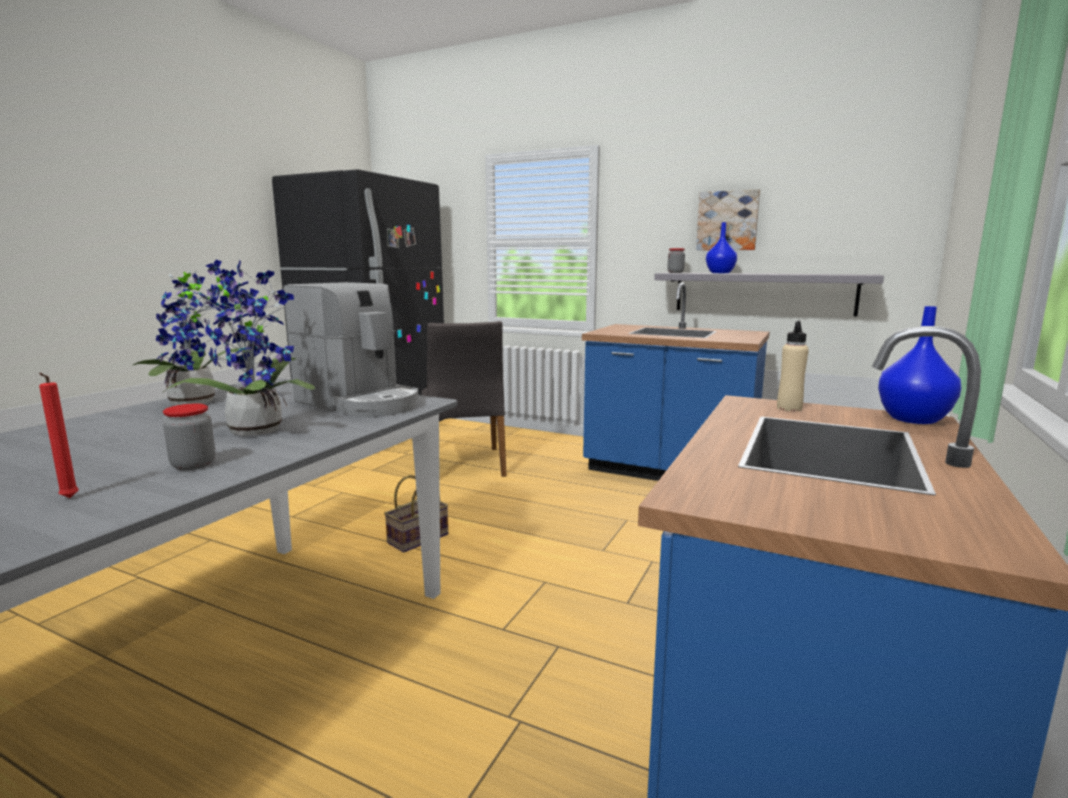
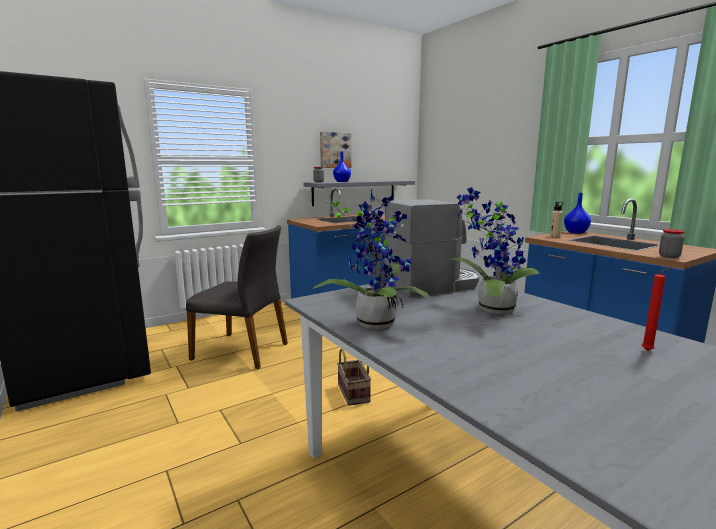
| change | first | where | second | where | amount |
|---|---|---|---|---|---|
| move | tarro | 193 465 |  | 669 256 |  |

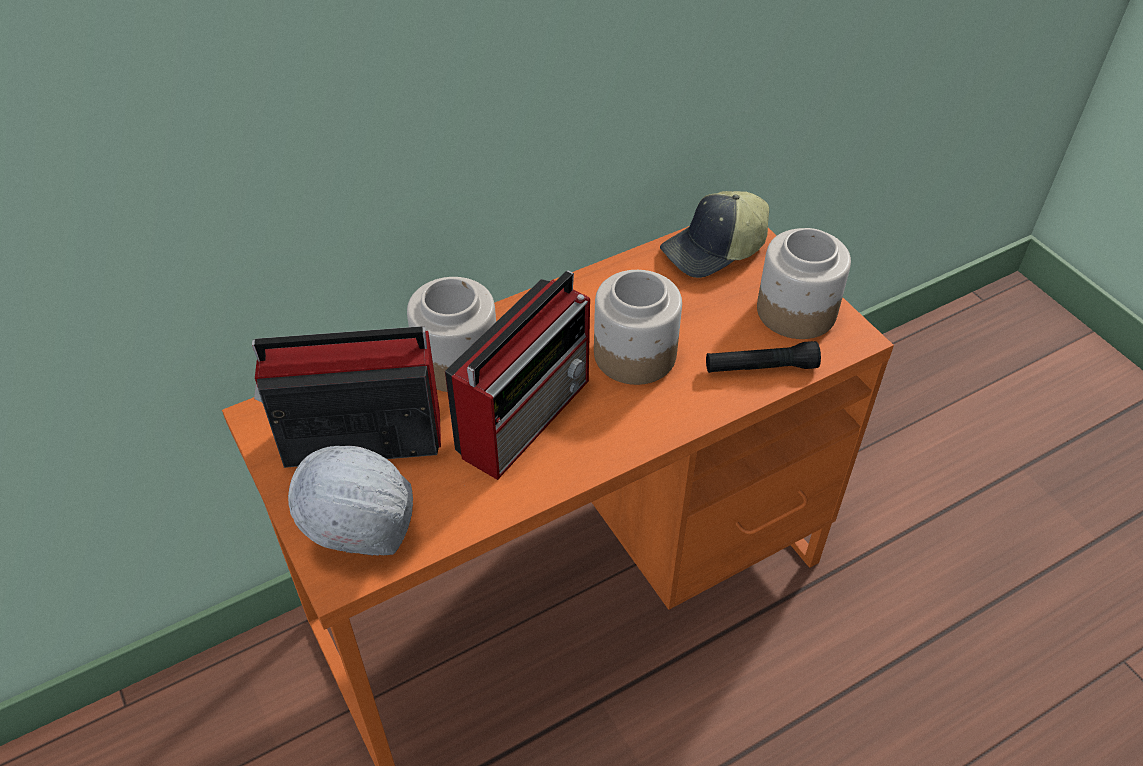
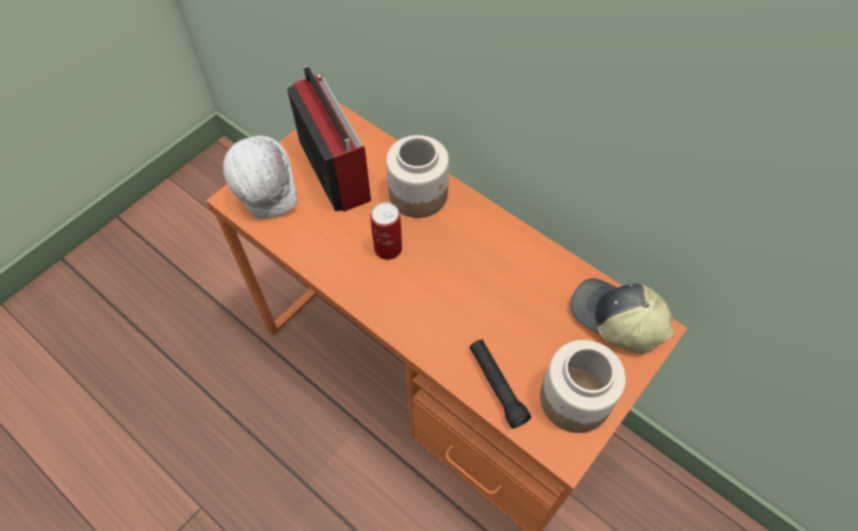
| change | first | where | second | where | amount |
|---|---|---|---|---|---|
| replace | radio | 527 415 | lata | 388 248 |  |
| delete | tarro | 633 354 |  |  |  |

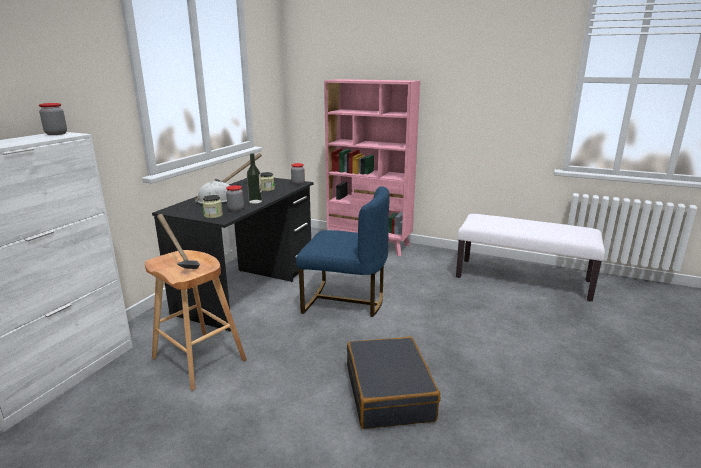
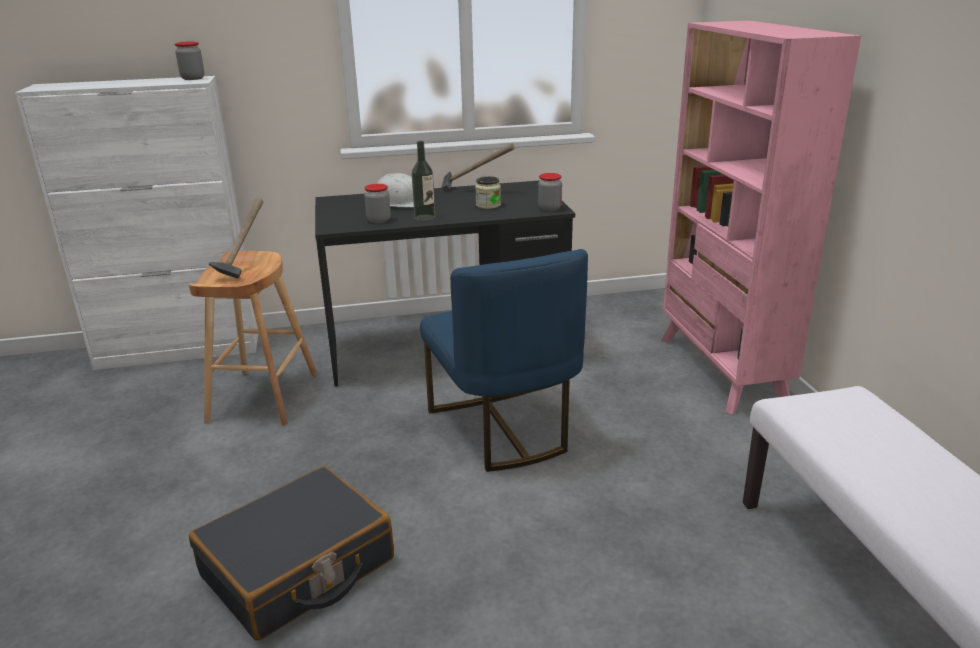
| change | first | where | second | where | amount |
|---|---|---|---|---|---|
| delete | tarro | 213 215 |  |  |  |

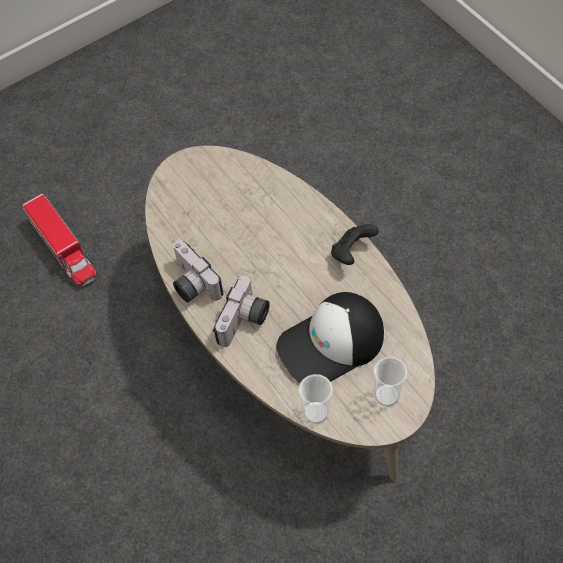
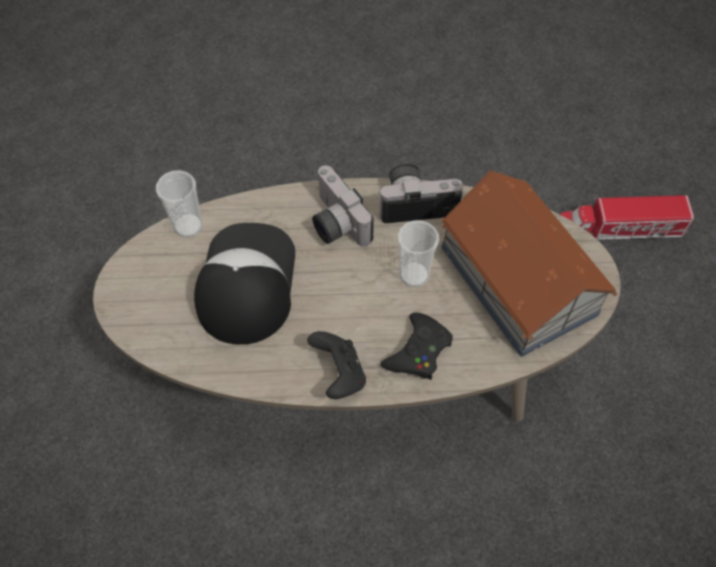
| change | first | where | second | where | amount |
|---|---|---|---|---|---|
| insert |  |  | mando de consola/negro | 418 351 |  |
| move | taza | 386 395 |  | 414 275 |  |
| insert |  |  | casita | 518 278 |  |

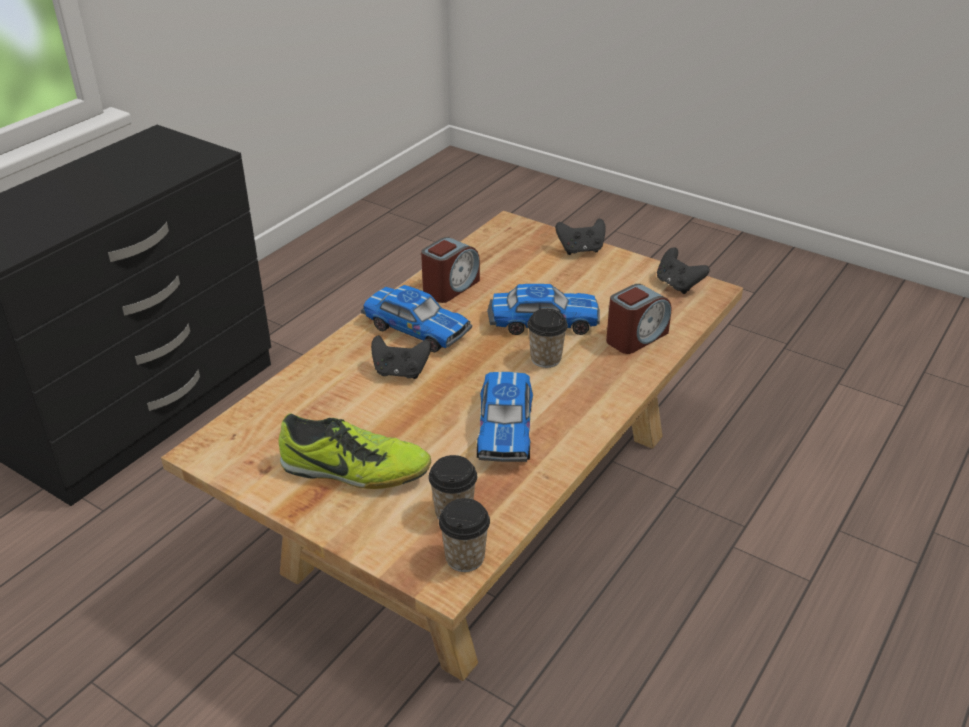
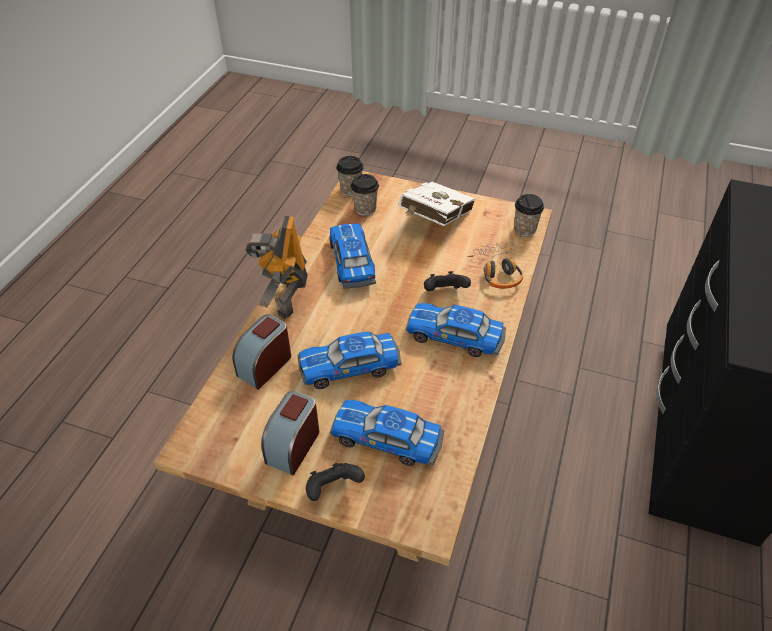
| change | first | where | second | where | amount |
|---|---|---|---|---|---|
| insert |  |  | robot de juguete | 285 299 |  |
| move | despertador | 450 287 |  | 293 445 |  |
| insert |  |  | coche de juguete | 387 439 |  |
| replace | zapato | 355 471 | libro/blanco | 433 221 |  |
| insert |  |  | auriculares | 497 271 |  |
| move | taza | 545 359 |  | 524 229 |  |
| delete | mando de consola/negro | 678 285 |  |  |  |

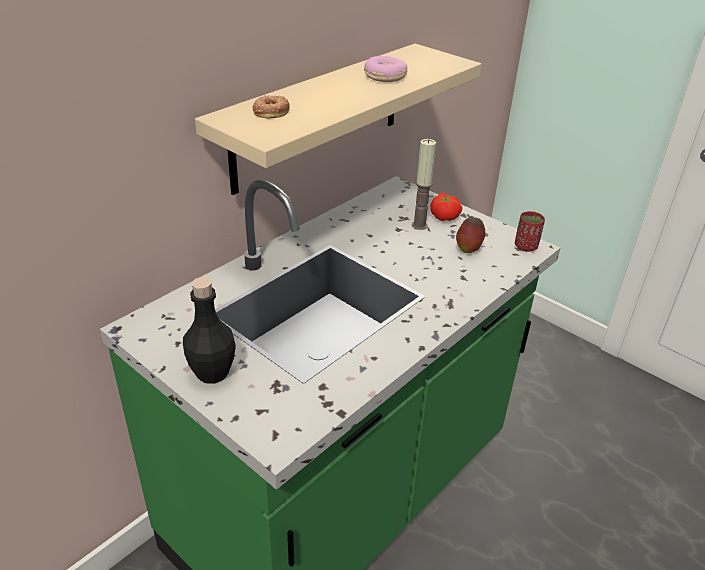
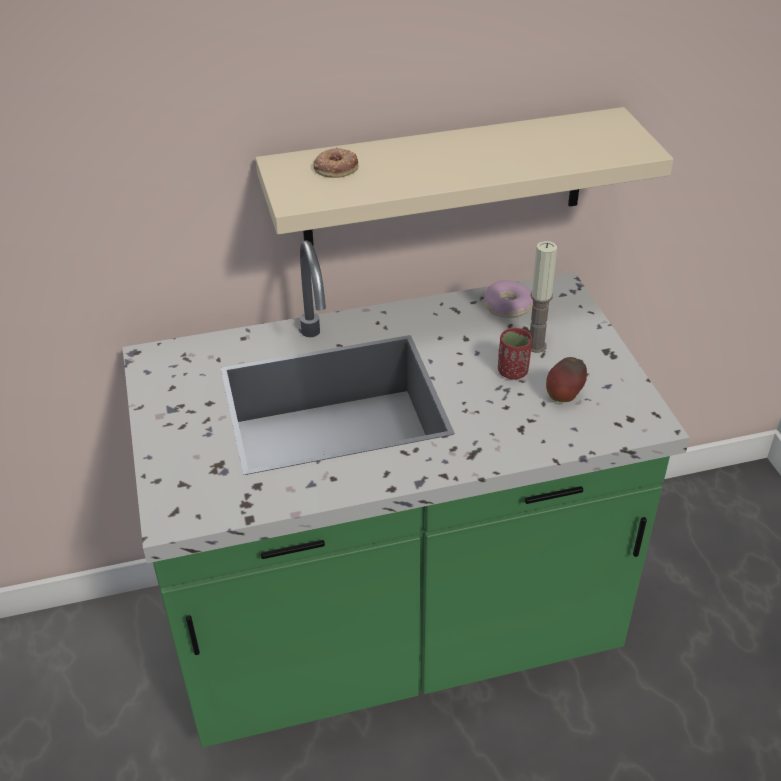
| change | first | where | second | where | amount |
|---|---|---|---|---|---|
| move | rosquilla | 385 77 |  | 507 307 |  |
| move | taza/rojo | 526 246 |  | 512 372 |  |
| delete | botella/negro | 212 372 |  |  |  |
| delete | tomate | 444 216 |  |  |  |

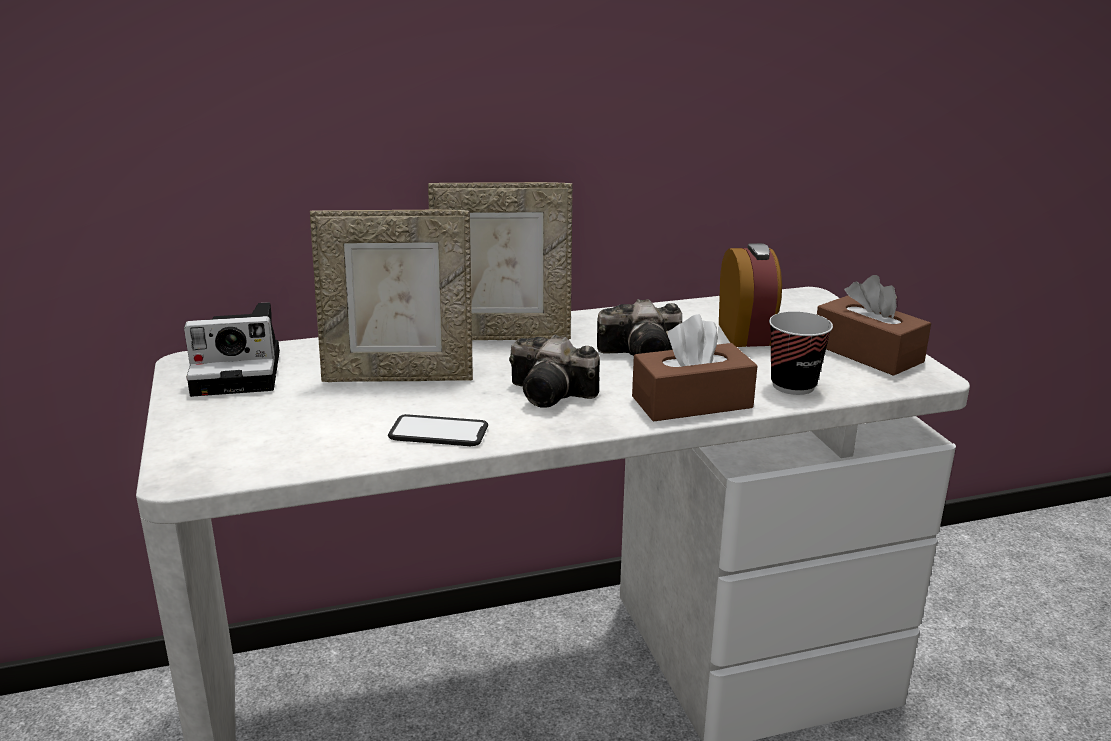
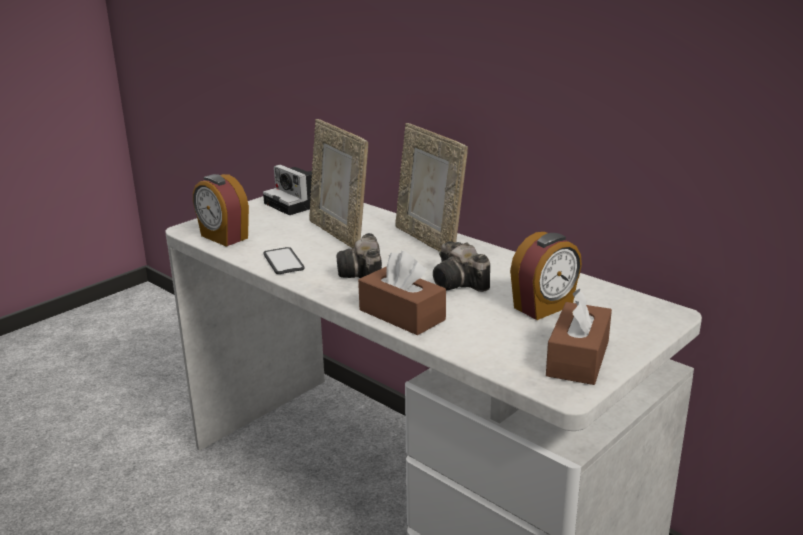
| change | first | where | second | where | amount |
|---|---|---|---|---|---|
| insert |  |  | despertador | 223 237 |  |
| delete | taza | 793 385 |  |  |  |

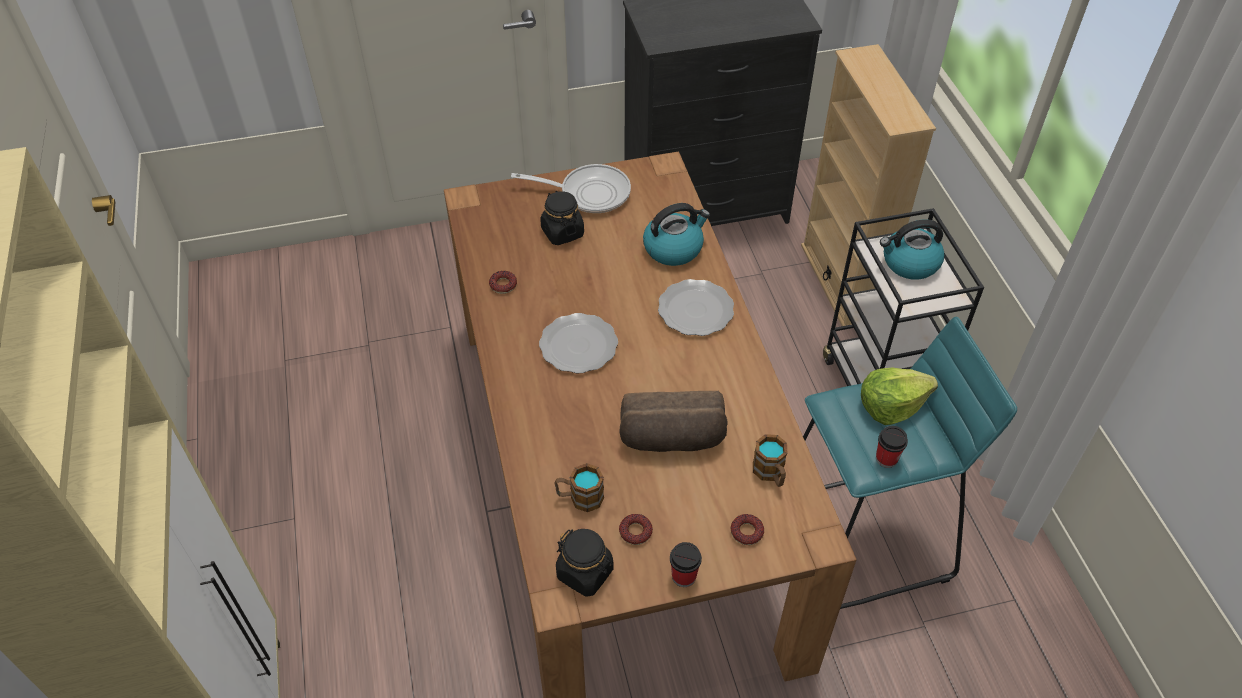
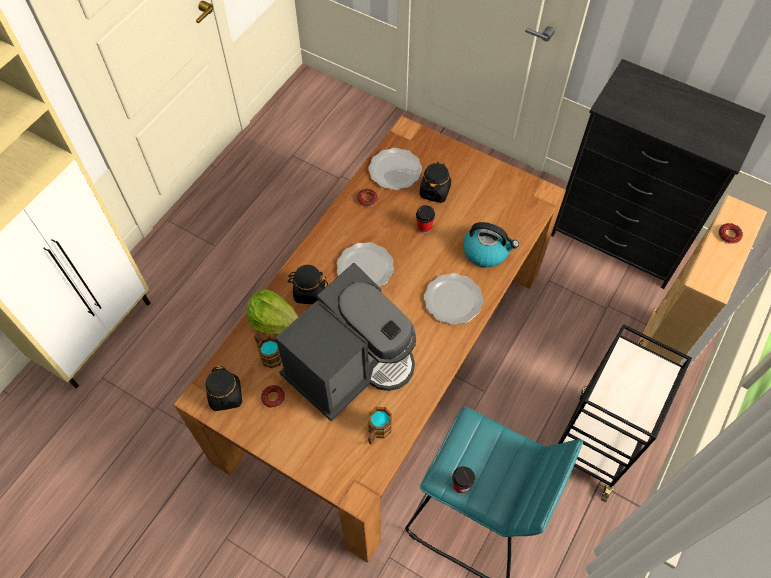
| change | first | where | second | where | amount |
|---|---|---|---|---|---|
| move | lechuga | 891 405 |  | 274 320 |  |
| replace | pan | 672 439 | cafetera | 350 364 |  |
| insert |  |  | tarro/negro | 309 292 |  |
| insert |  |  | plato | 395 171 |  |
| move | taza | 683 576 |  | 424 227 |  |
| move | rosquilla | 746 532 |  | 729 235 |  |
| delete | sartén | 589 193 |  |  |  |
| delete | hervidor | 909 263 |  |  |  |

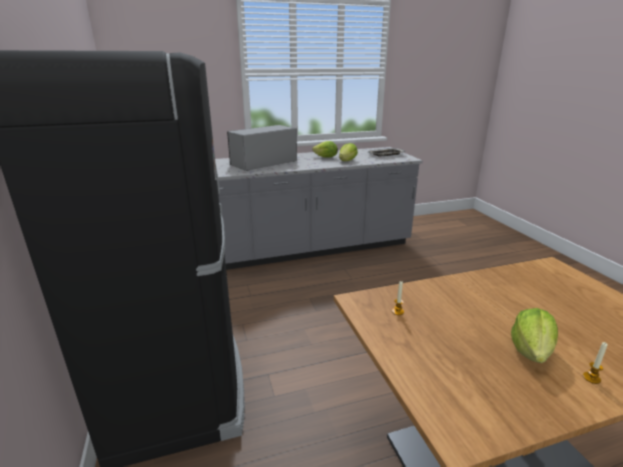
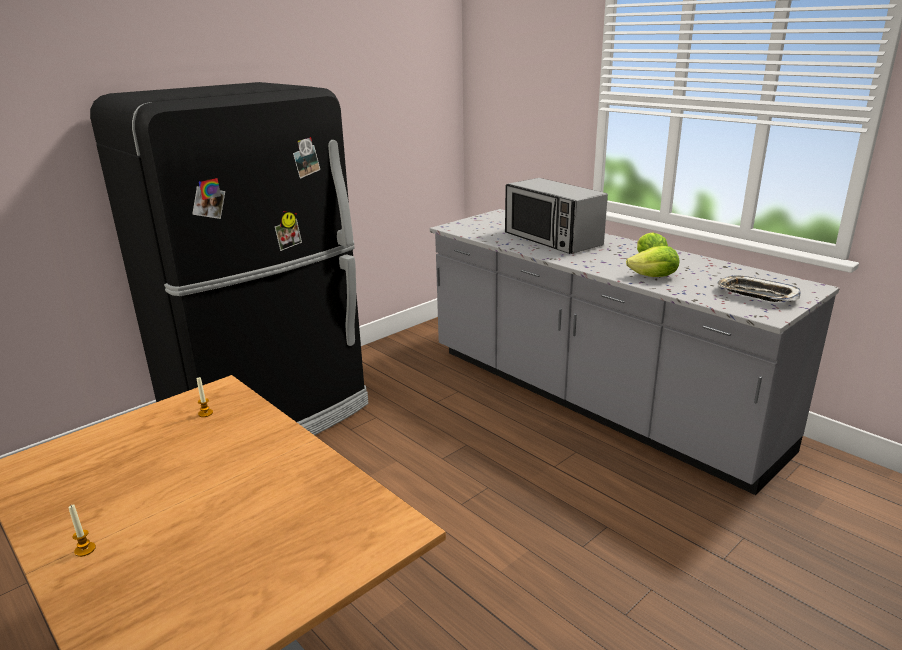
| change | first | where | second | where | amount |
|---|---|---|---|---|---|
| rotate | microondas | 263 163 |  | 552 240 | 150 degrees counterclockwise |
| delete | lechuga | 531 350 |  |  |  |

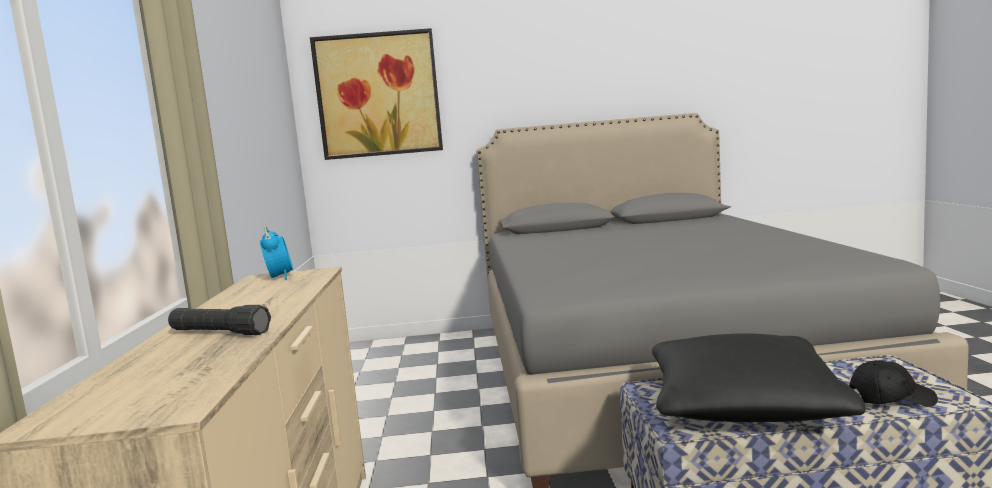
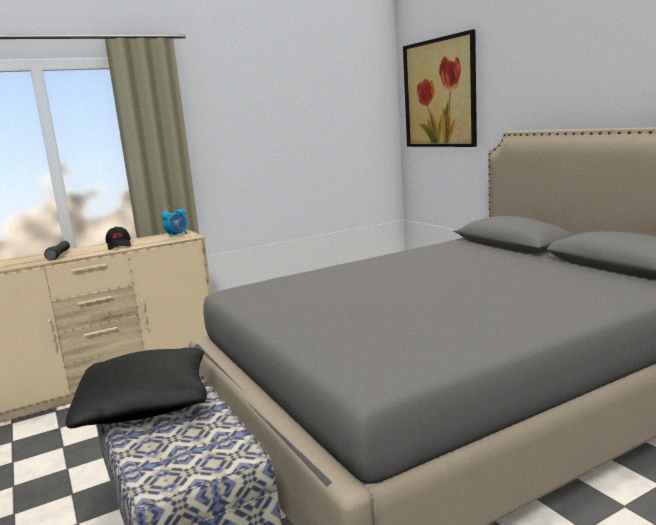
| change | first | where | second | where | amount |
|---|---|---|---|---|---|
| move | gorra/negro | 891 398 |  | 119 245 |  |

